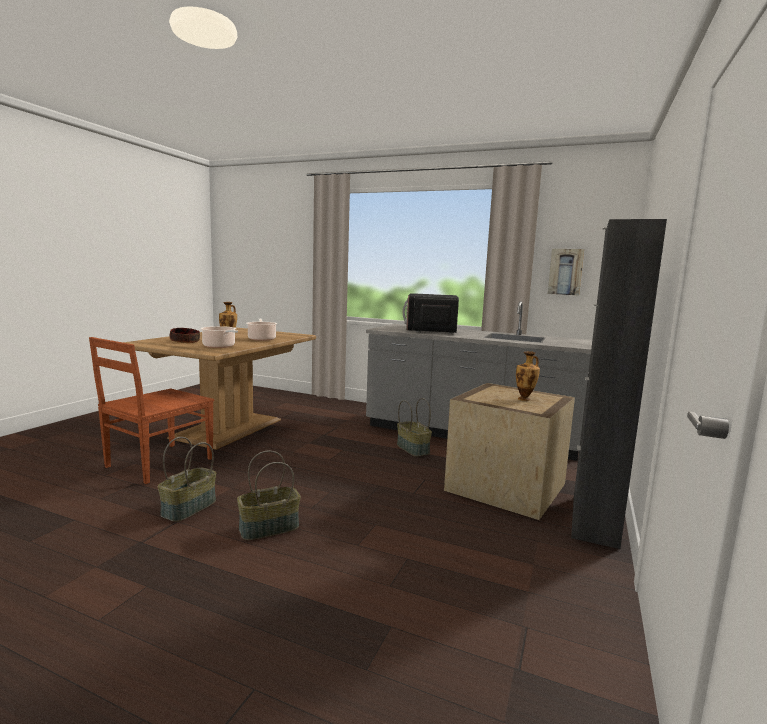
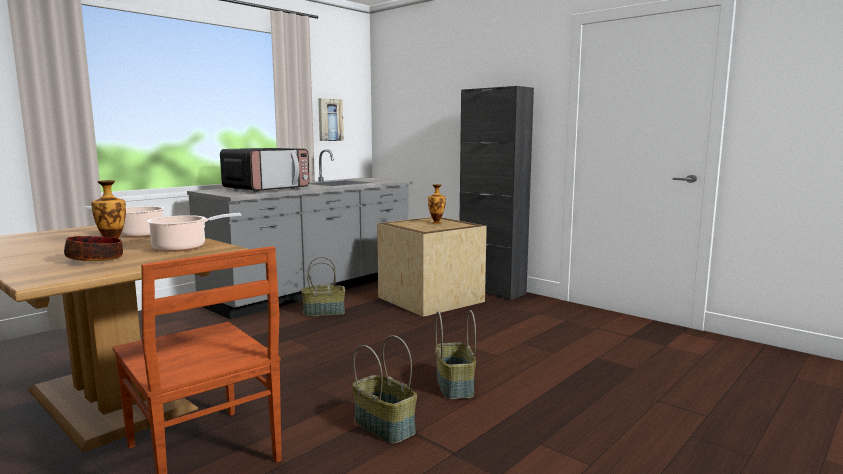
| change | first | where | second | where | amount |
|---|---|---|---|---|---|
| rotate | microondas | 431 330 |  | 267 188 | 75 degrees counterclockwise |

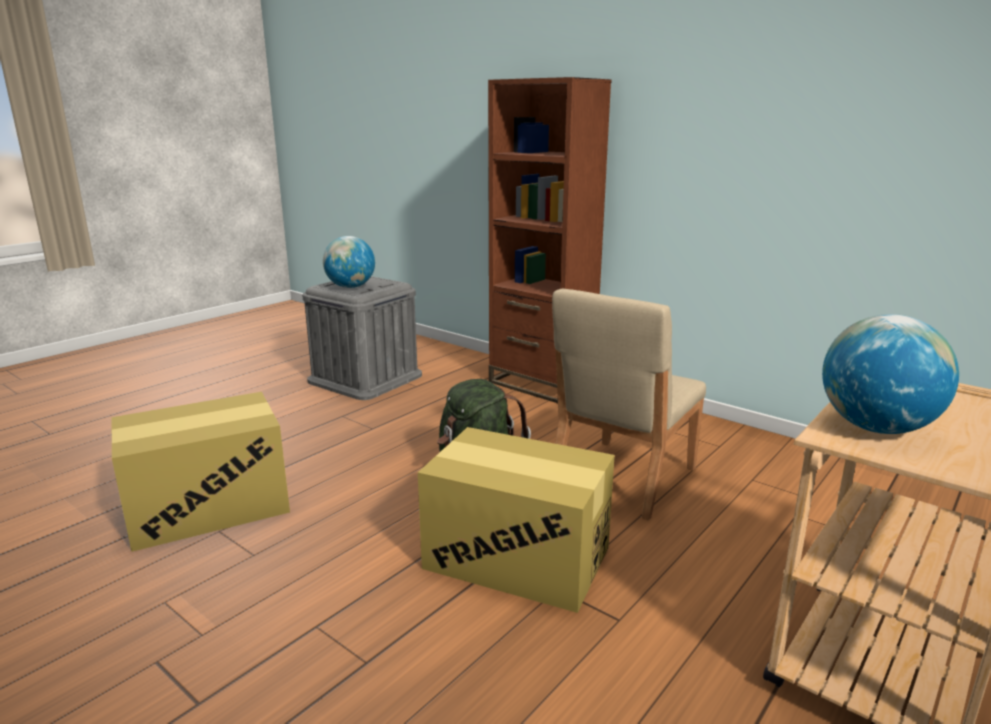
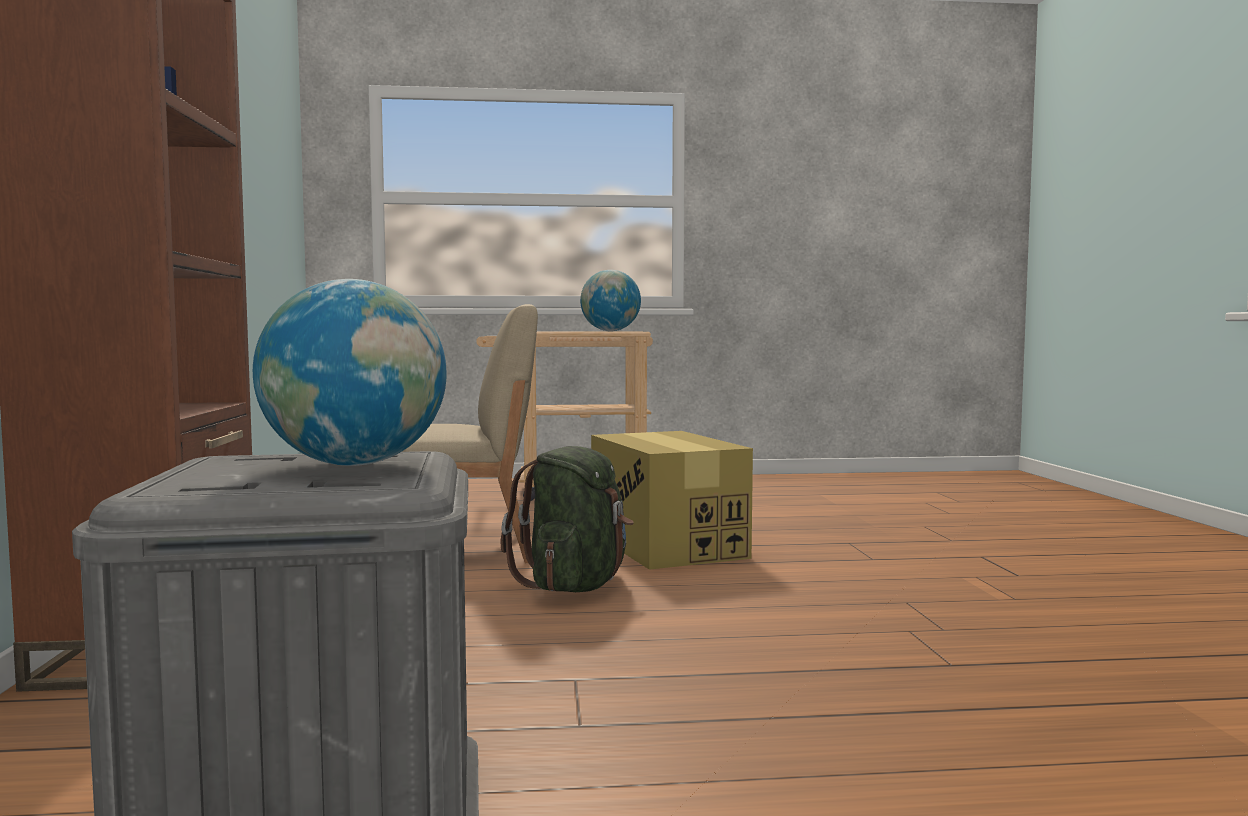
| change | first | where | second | where | amount |
|---|---|---|---|---|---|
| delete | caja de cartón | 209 507 |  |  |  |

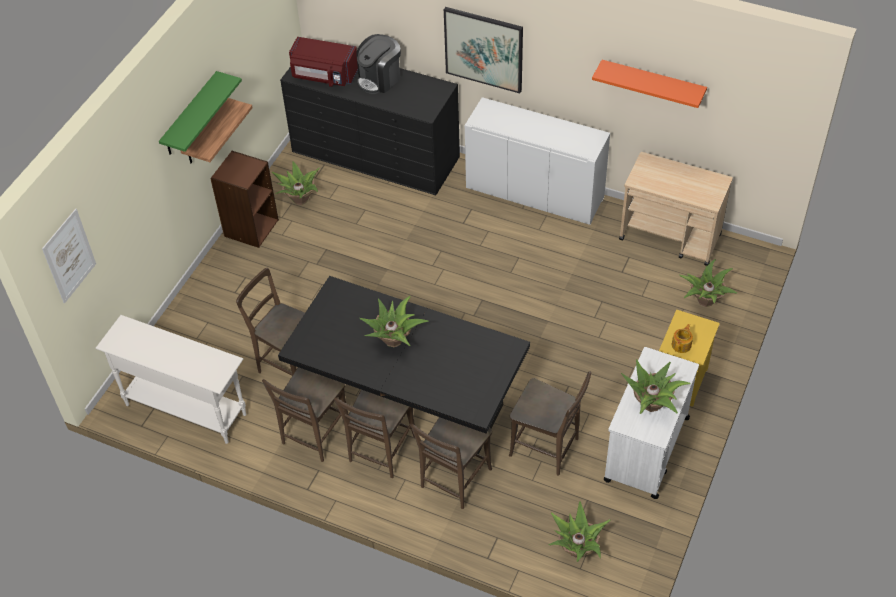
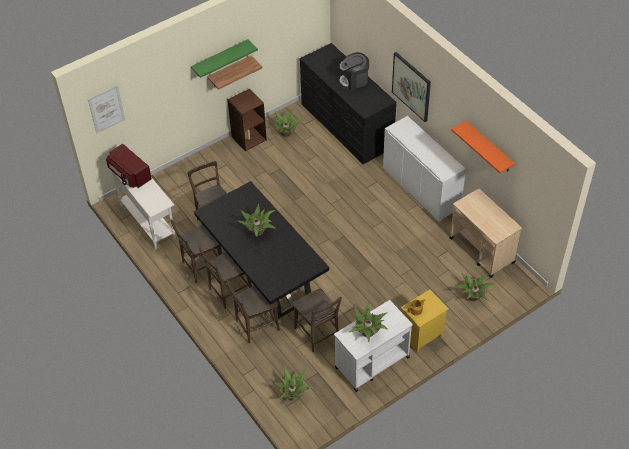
| change | first | where | second | where | amount |
|---|---|---|---|---|---|
| move | microondas/rojo | 324 76 |  | 129 175 |  |

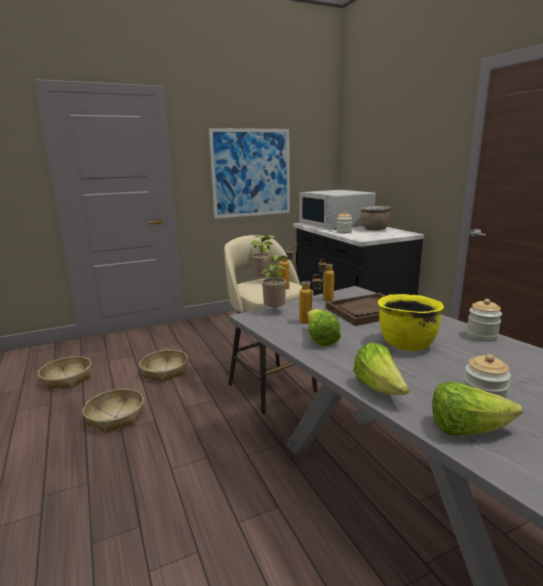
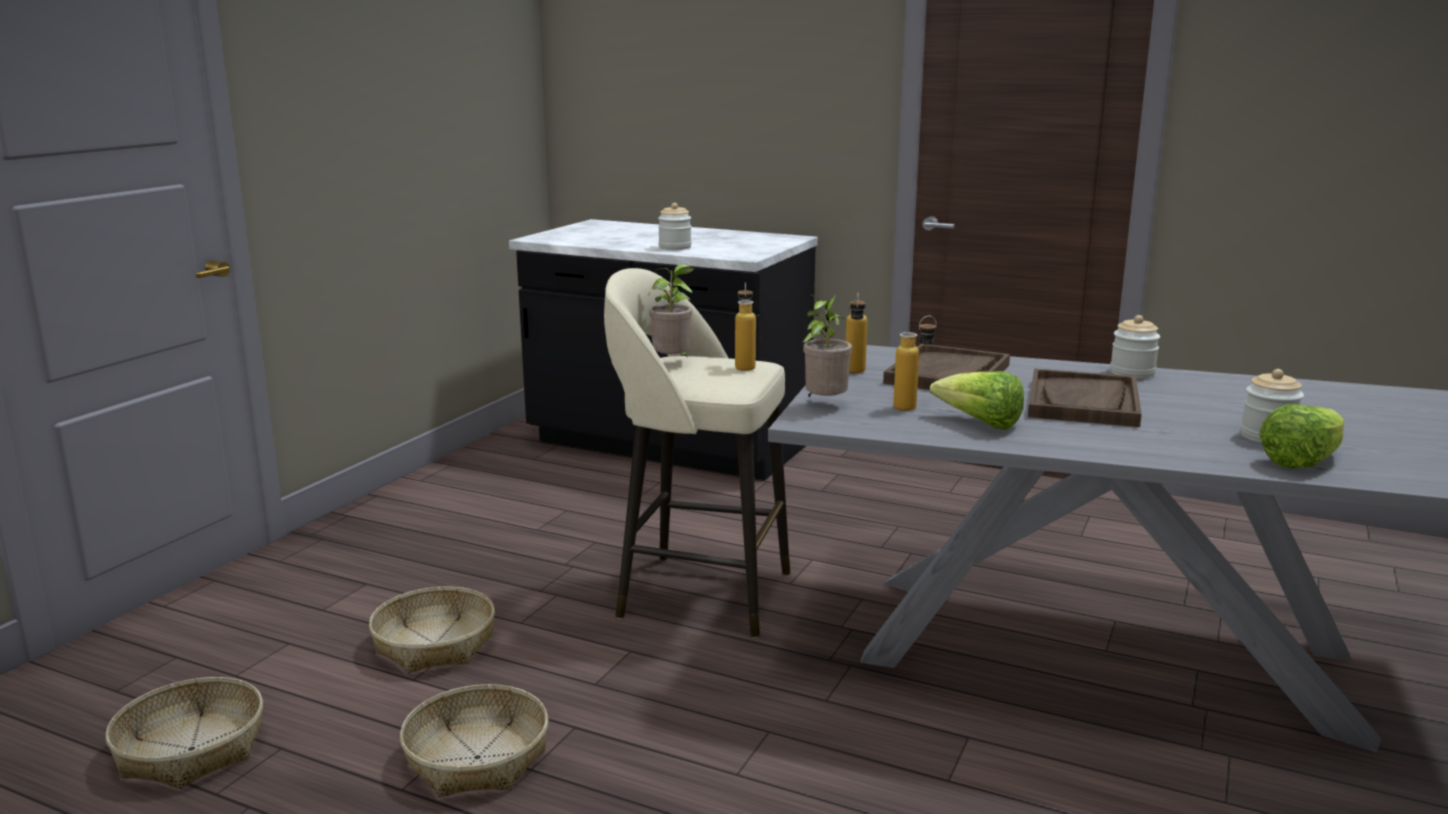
| change | first | where | second | where | amount |
|---|---|---|---|---|---|
| replace | olla/amarillo | 406 344 | bandeja/marrón | 1083 402 |  |
| delete | cuadro | 251 173 |  |  |  |
| delete | microondas/blanco | 335 224 |  |  |  |
| delete | lechuga | 379 388 |  |  |  |
| delete | olla/marrón | 374 230 |  |  |  |

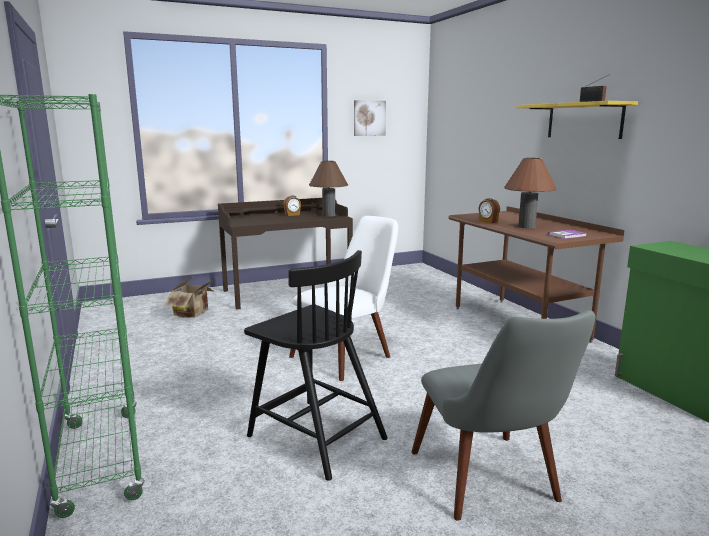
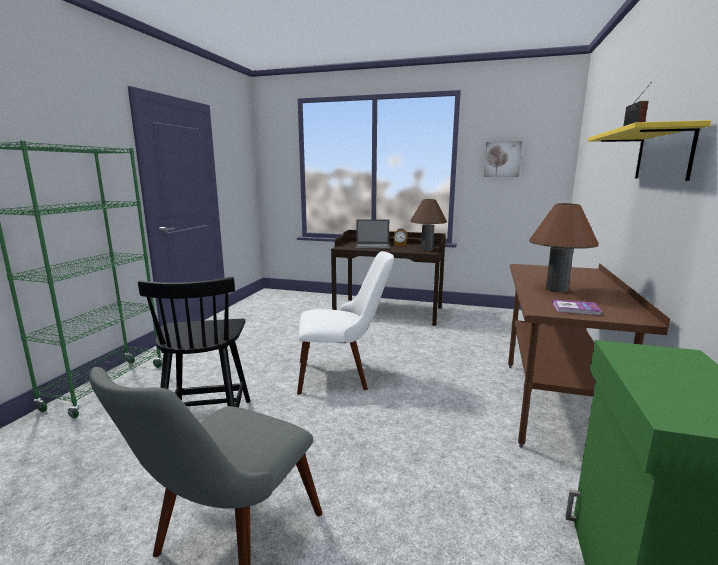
| change | first | where | second | where | amount |
|---|---|---|---|---|---|
| insert |  |  | portátil | 373 246 |  |
| delete | caja de cartón | 194 313 |  |  |  |
| delete | despertador | 488 222 |  |  |  |

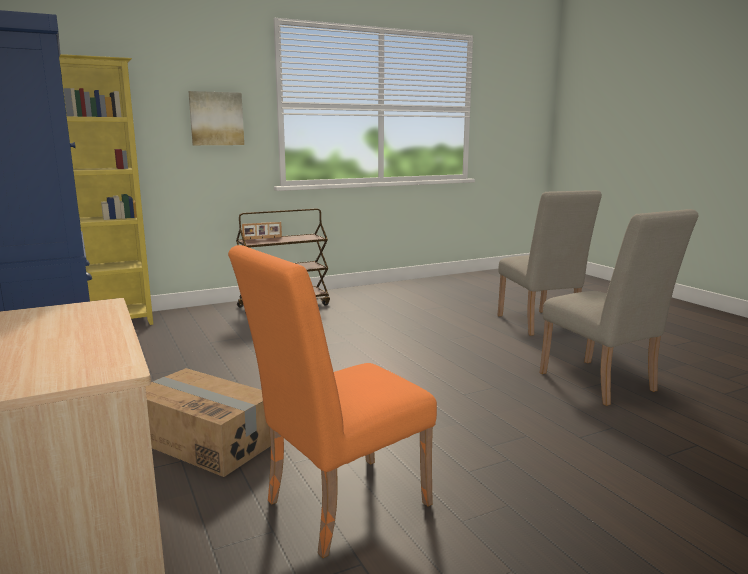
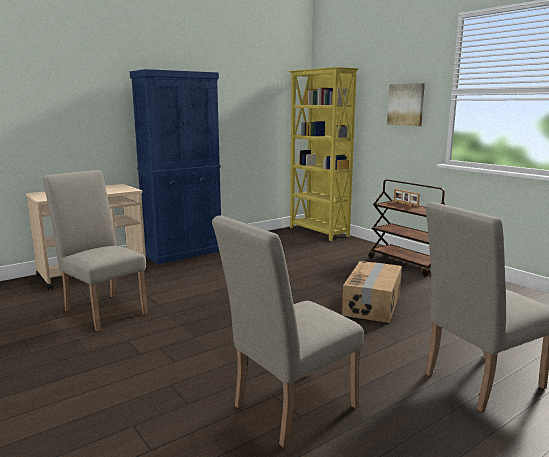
| change | first | where | second | where | amount |
|---|---|---|---|---|---|
| recolor | silla/naranja | 337 506 | silla/beis | 103 309 |  |
| move | caja de cartón | 206 440 |  | 373 304 |  |

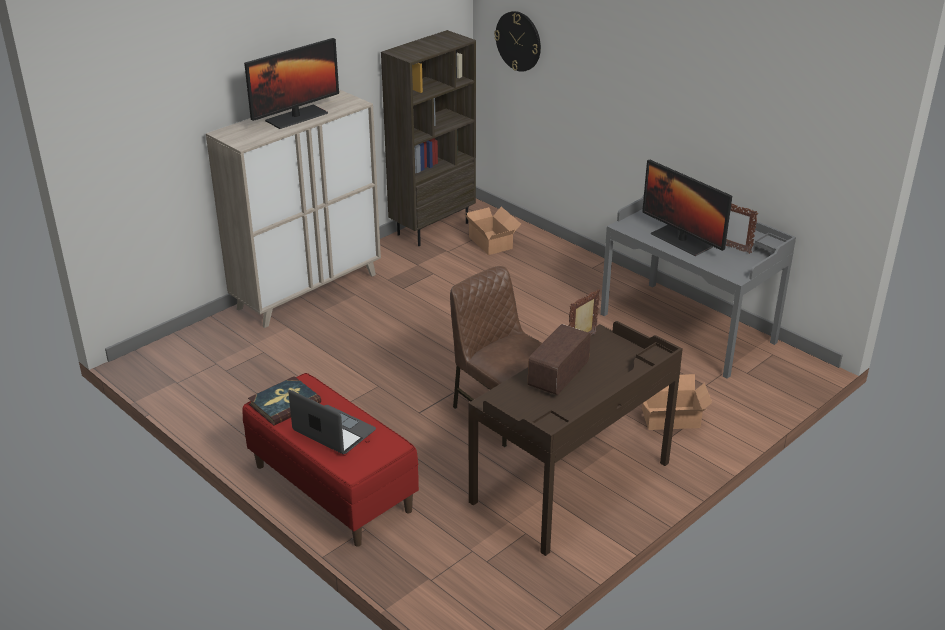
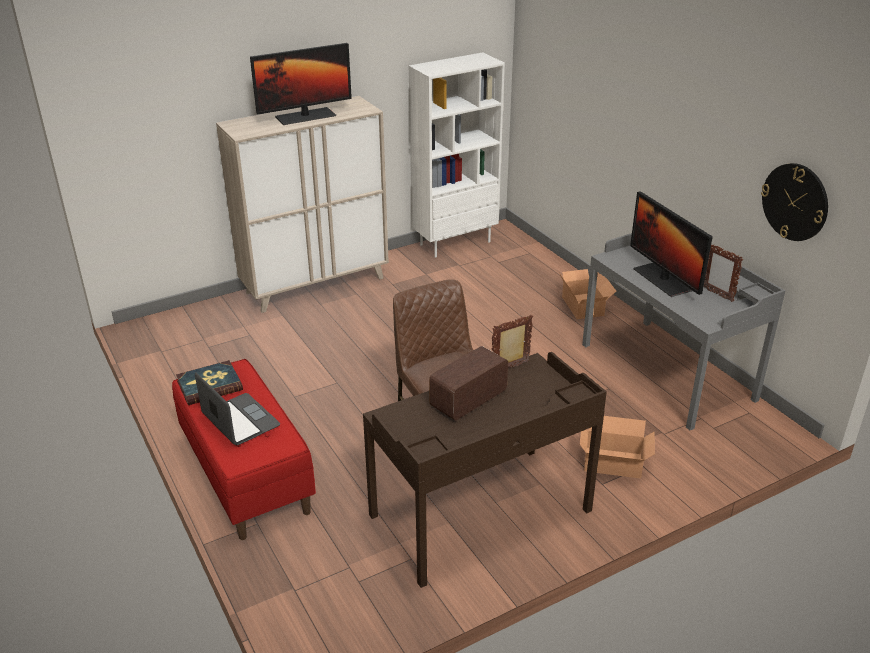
| change | first | where | second | where | amount |
|---|---|---|---|---|---|
| recolor | estantería/marrón | 432 228 | estantería/blanco | 455 242 |  |
| move | caja de cartón | 491 242 |  | 584 305 |  |
| move | reloj de pared | 518 41 |  | 795 202 |  |

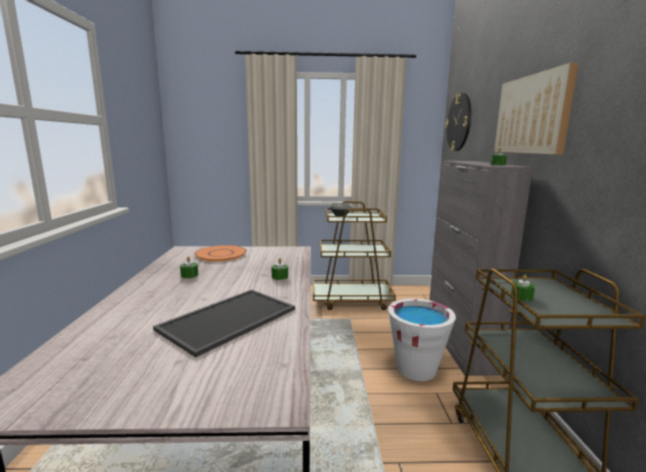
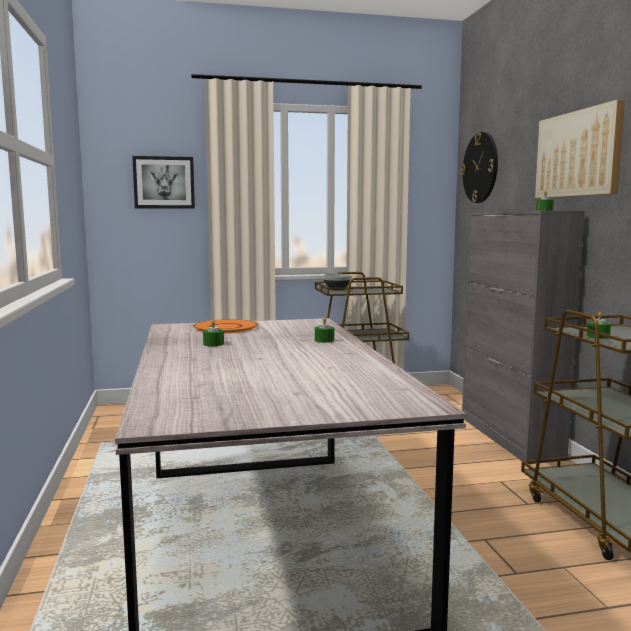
| change | first | where | second | where | amount |
|---|---|---|---|---|---|
| insert |  |  | cuadro | 164 182 |  |
| delete | bandeja | 228 320 |  |  |  |
| delete | cubo/blanco | 416 369 |  |  |  |

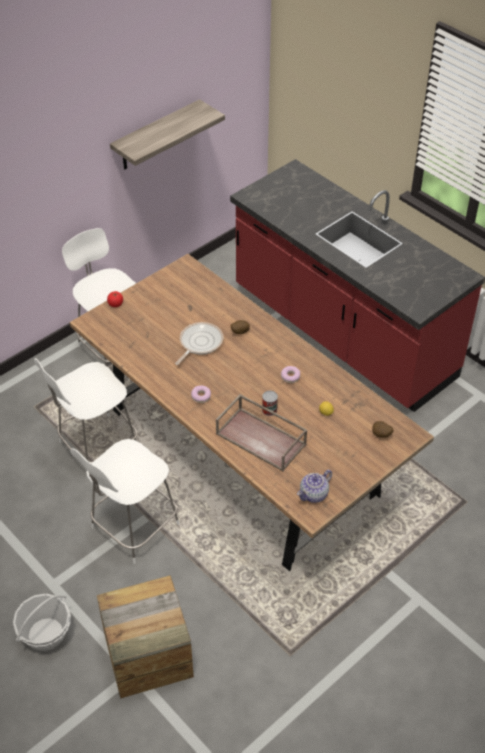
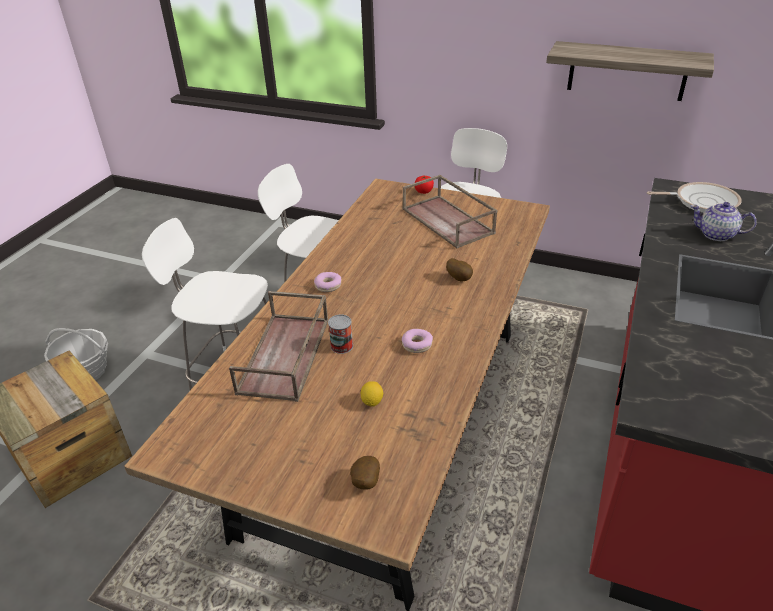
| change | first | where | second | where | amount |
|---|---|---|---|---|---|
| insert |  |  | bandeja/marrón | 449 221 |  |
| move | sartén | 199 343 |  | 702 202 |  |
| move | tetera | 314 494 |  | 717 235 |  |

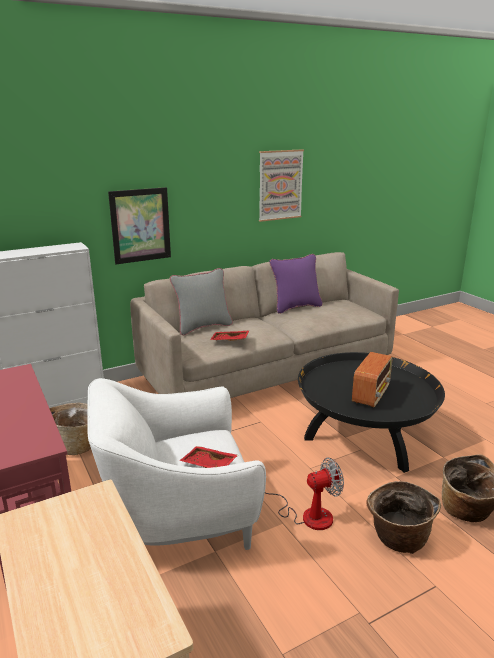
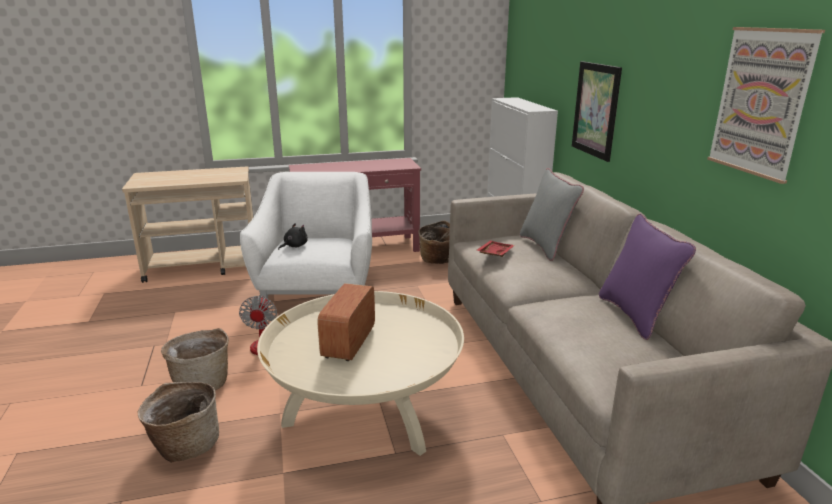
| change | first | where | second | where | amount |
|---|---|---|---|---|---|
| recolor | mesa de centro/negro | 363 439 | mesa de centro/beis | 365 412 |  |
| replace | bandeja/rojo | 208 465 | peluche/negro | 294 246 |  |
| rotate | radio | 371 394 |  | 348 343 | 60 degrees clockwise |

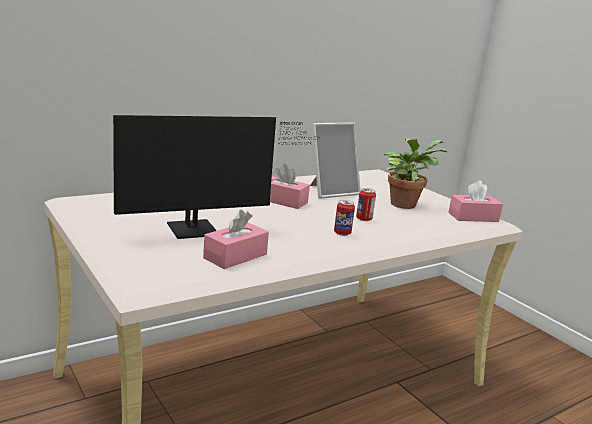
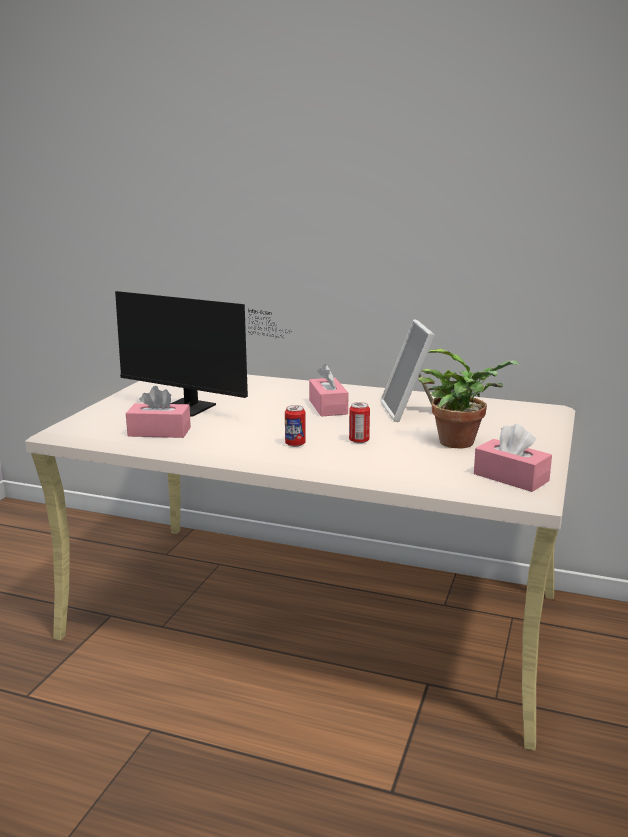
| change | first | where | second | where | amount |
|---|---|---|---|---|---|
| rotate | portarretratos | 331 191 |  | 409 411 | 60 degrees clockwise |

